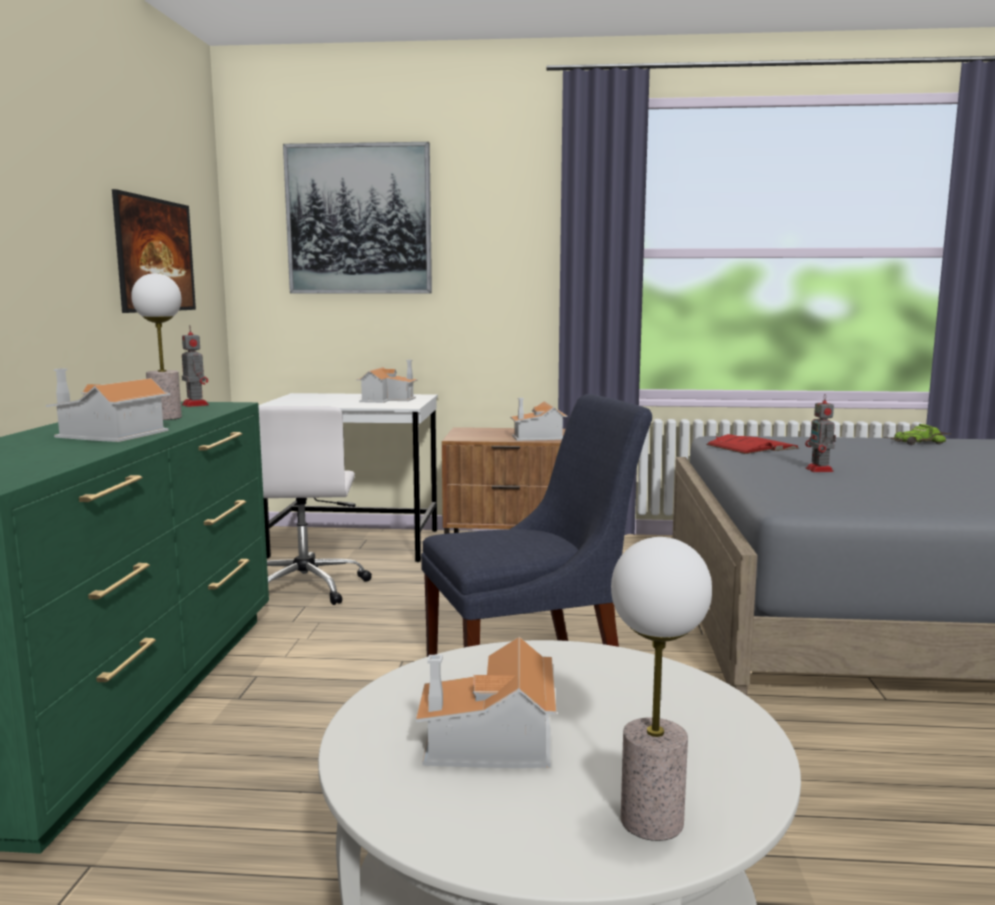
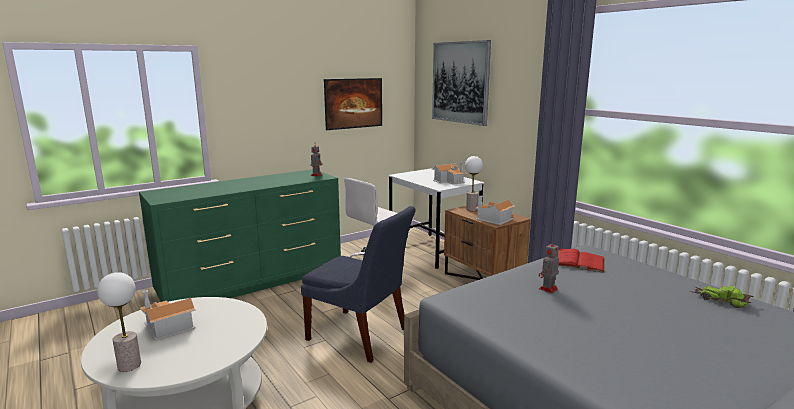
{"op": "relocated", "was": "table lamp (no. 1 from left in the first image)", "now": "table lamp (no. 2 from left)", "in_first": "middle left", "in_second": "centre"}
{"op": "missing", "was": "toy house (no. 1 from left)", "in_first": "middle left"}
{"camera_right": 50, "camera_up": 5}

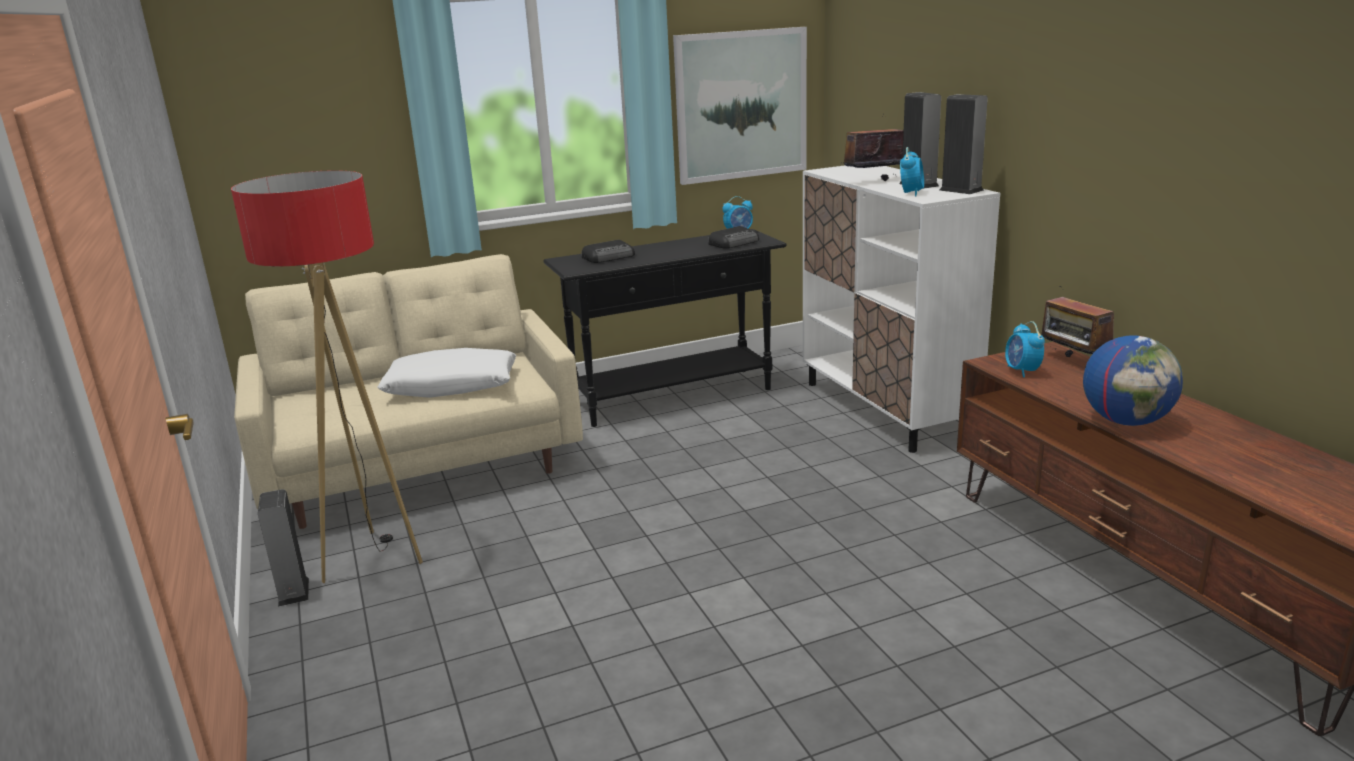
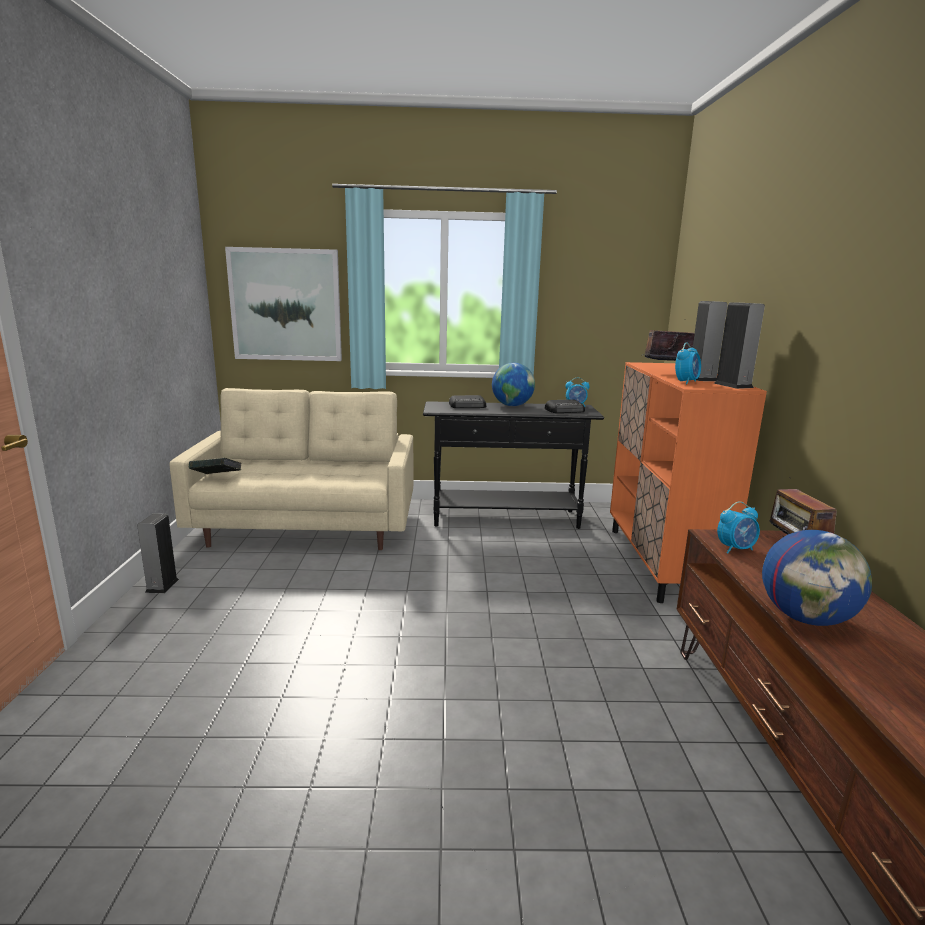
{"op": "relocated", "was": "picture", "in_first": "top centre", "in_second": "top left"}
{"op": "colour", "was": "white cabinet", "now": "orange cabinet", "in_first": "centre", "in_second": "middle right"}
{"op": "missing", "was": "floor lamp", "in_first": "middle left"}
{"op": "spun", "was": "alarm clock (no. 3 from left)", "in_first": "middle right", "in_second": "middle right", "clockwise": -120}
{"op": "missing", "was": "white pillow", "in_first": "middle left"}
{"op": "appeared", "now": "globe (no. 1 from left)", "in_second": "centre"}
{"op": "appeared", "now": "book", "in_second": "middle left"}
{"camera_right": 20, "camera_up": -5}

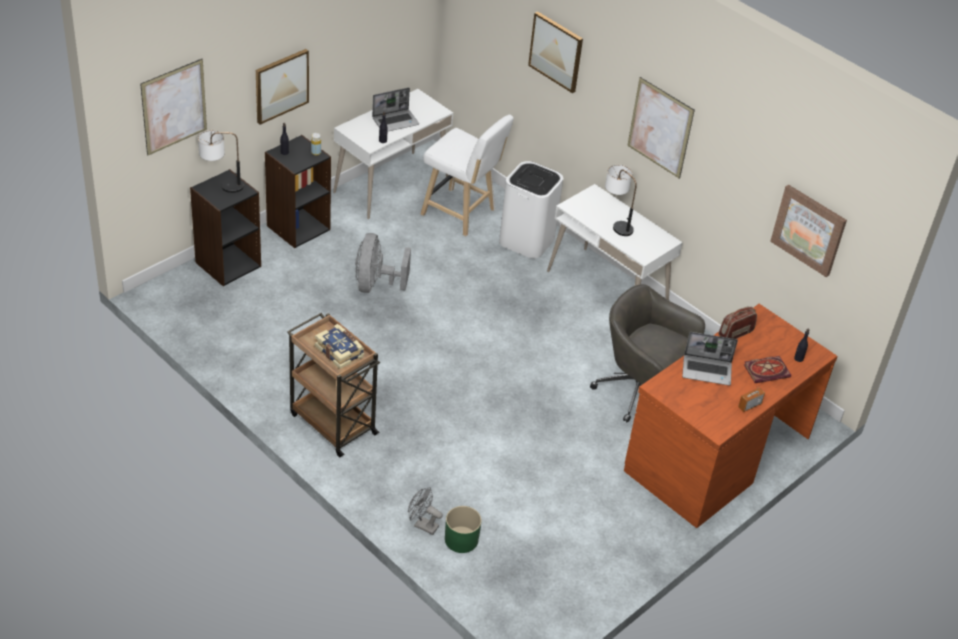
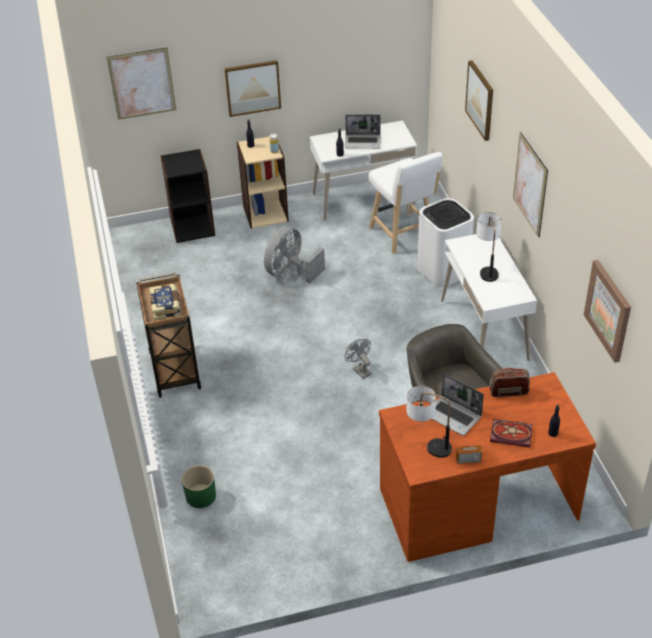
{"op": "relocated", "was": "table lamp (no. 1 from left)", "in_first": "top left", "in_second": "centre"}
{"op": "colour", "was": "black bookcase (no. 2 from left)", "now": "beige bookcase", "in_first": "top left", "in_second": "top centre"}
{"op": "relocated", "was": "grey fan (no. 2 from left)", "in_first": "bottom centre", "in_second": "centre"}
{"camera_right": 35, "camera_up": 0}

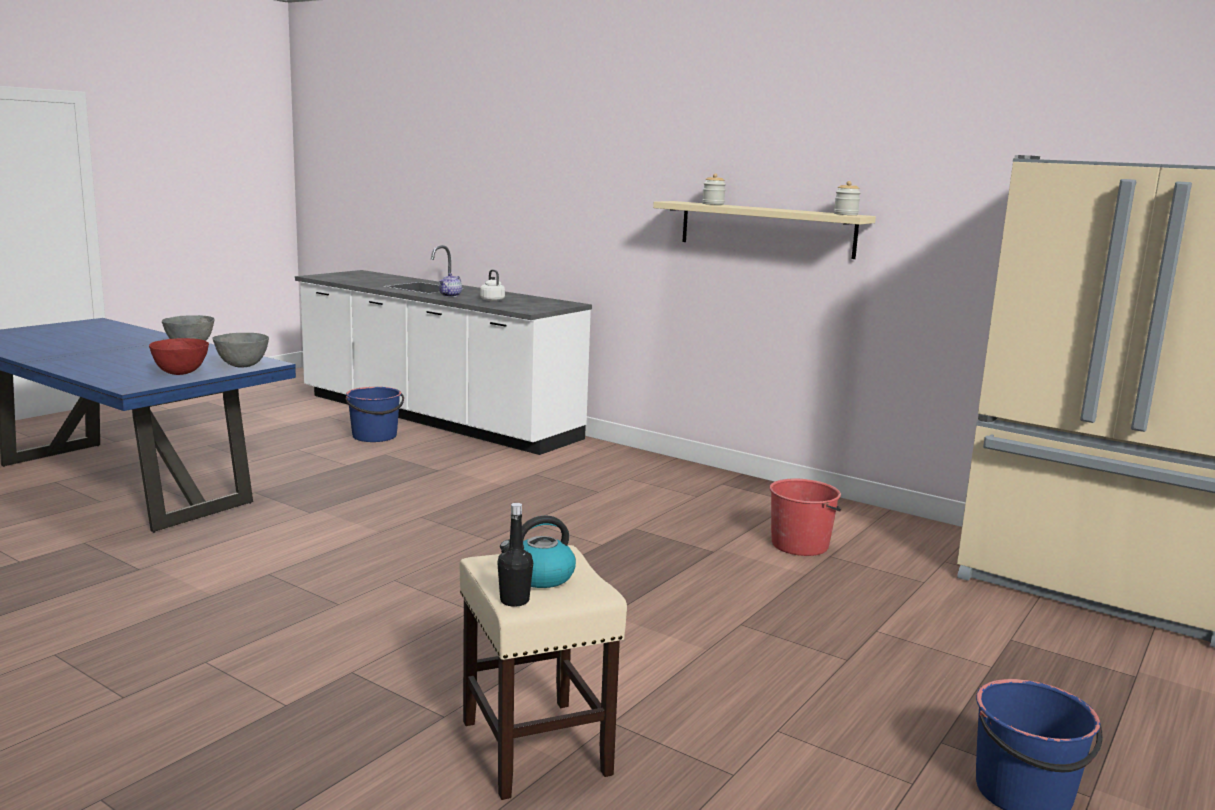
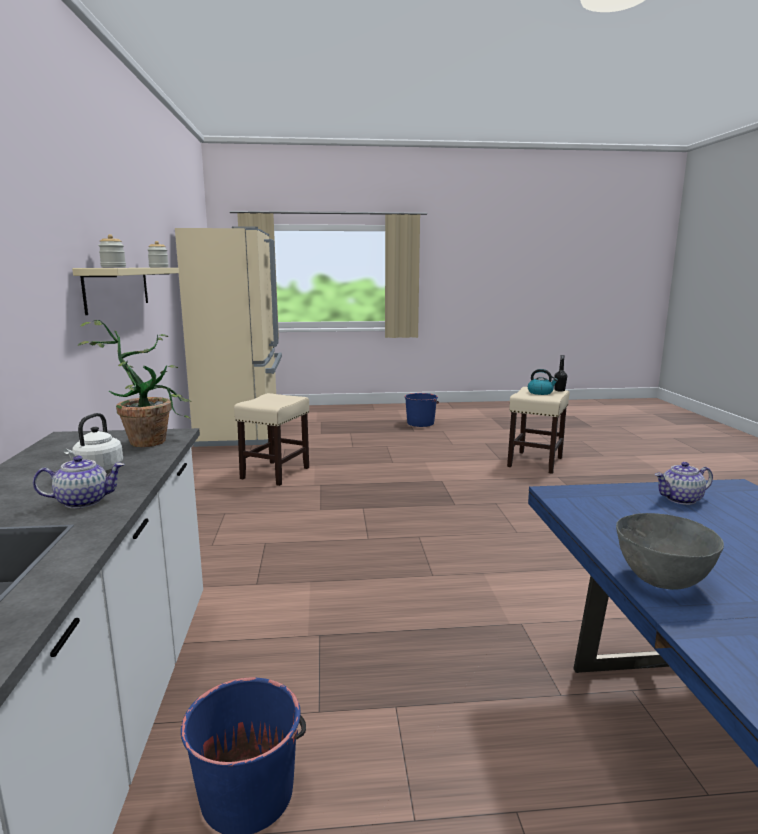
{"op": "missing", "was": "grey bowl (no. 2 from left)", "in_first": "middle left"}
{"op": "exchanged", "was": "red bowl", "now": "teapot (no. 2 from left)", "in_first": "middle left", "in_second": "middle right"}
{"op": "exchanged", "was": "red bucket", "now": "beige stool (no. 1 from left)", "in_first": "centre", "in_second": "centre"}
{"op": "appeared", "now": "potted plant", "in_second": "middle left"}
{"camera_right": -130, "camera_up": 0}

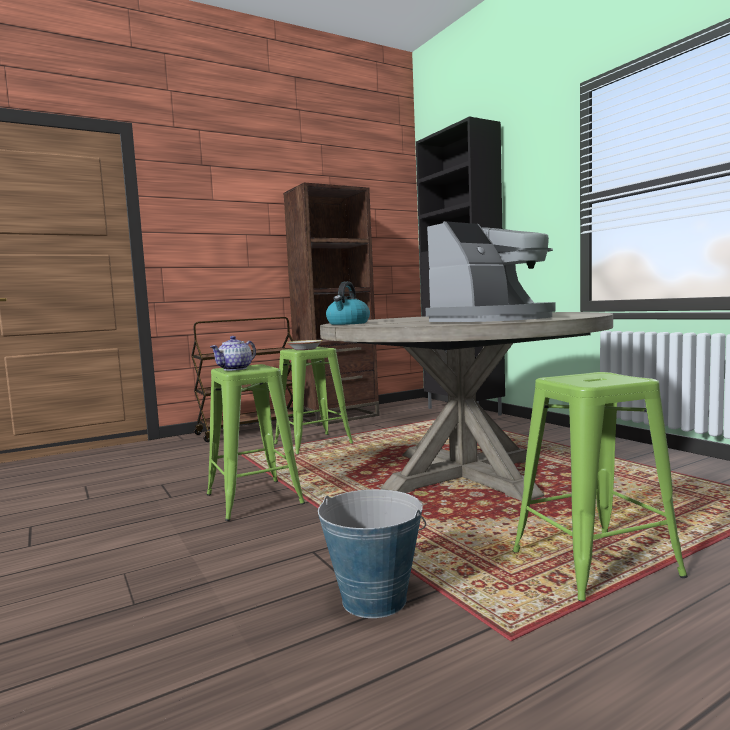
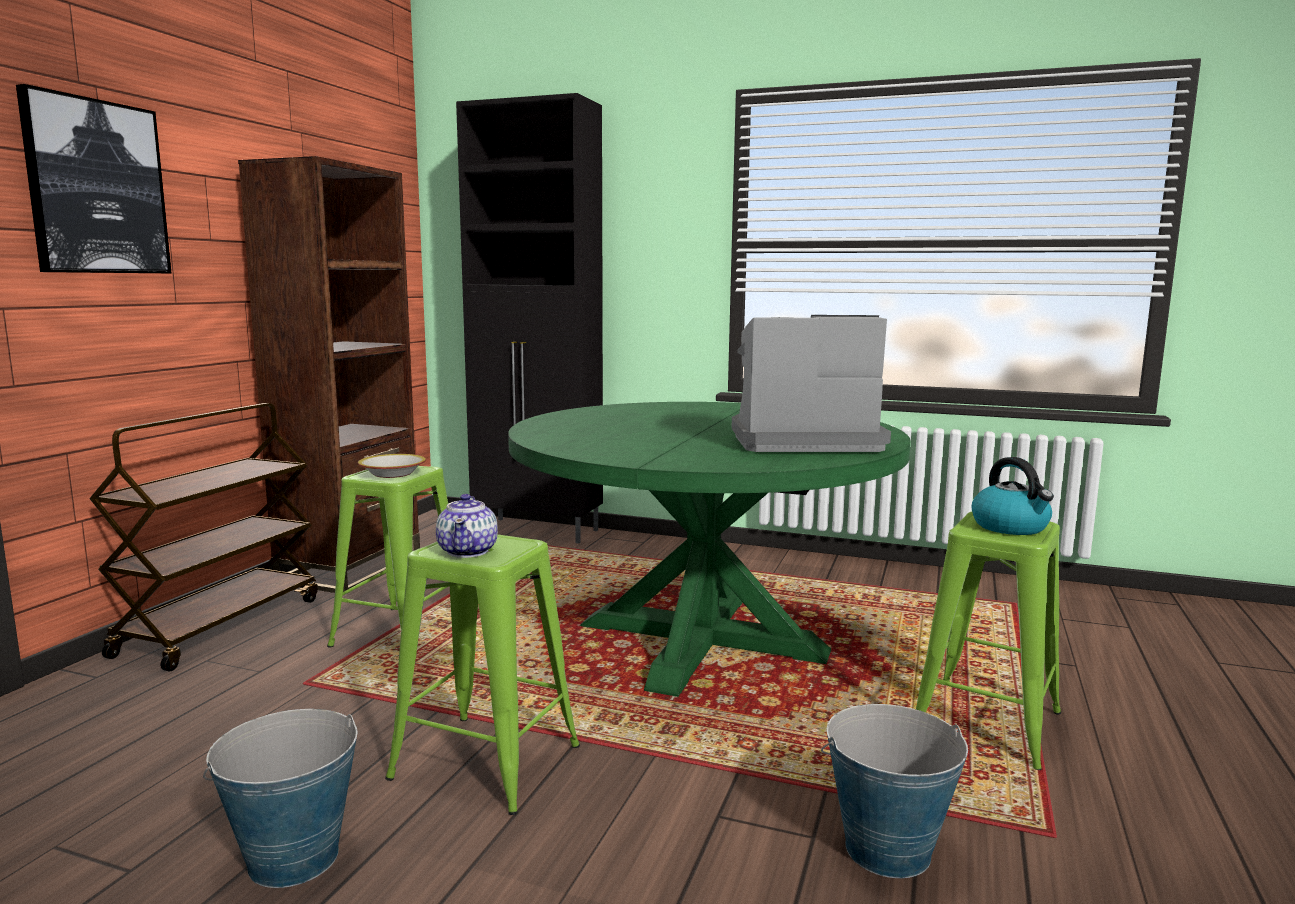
{"op": "spun", "was": "coffee machine", "in_first": "middle right", "in_second": "centre", "clockwise": -105}
{"op": "relocated", "was": "kettle", "in_first": "centre", "in_second": "middle right"}
{"op": "colour", "was": "beige dining table", "now": "green dining table", "in_first": "centre", "in_second": "centre"}
{"op": "appeared", "now": "picture", "in_second": "top left"}
{"op": "appeared", "now": "bucket (no. 1 from left)", "in_second": "bottom left"}
{"camera_right": -40, "camera_up": 5}

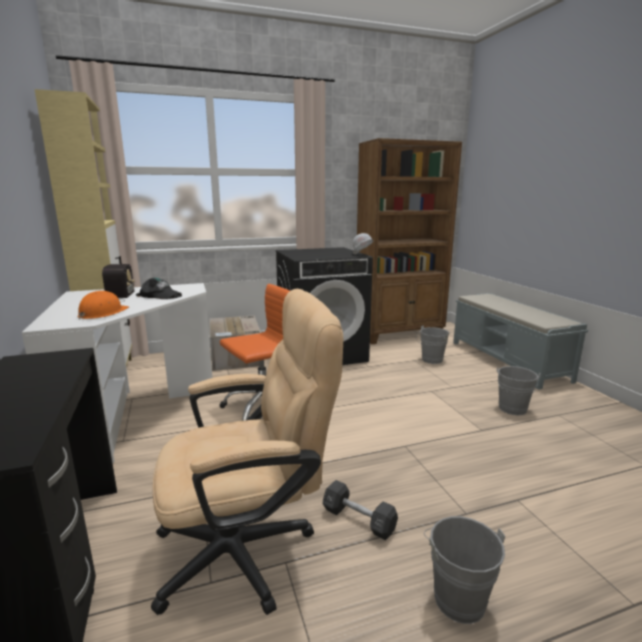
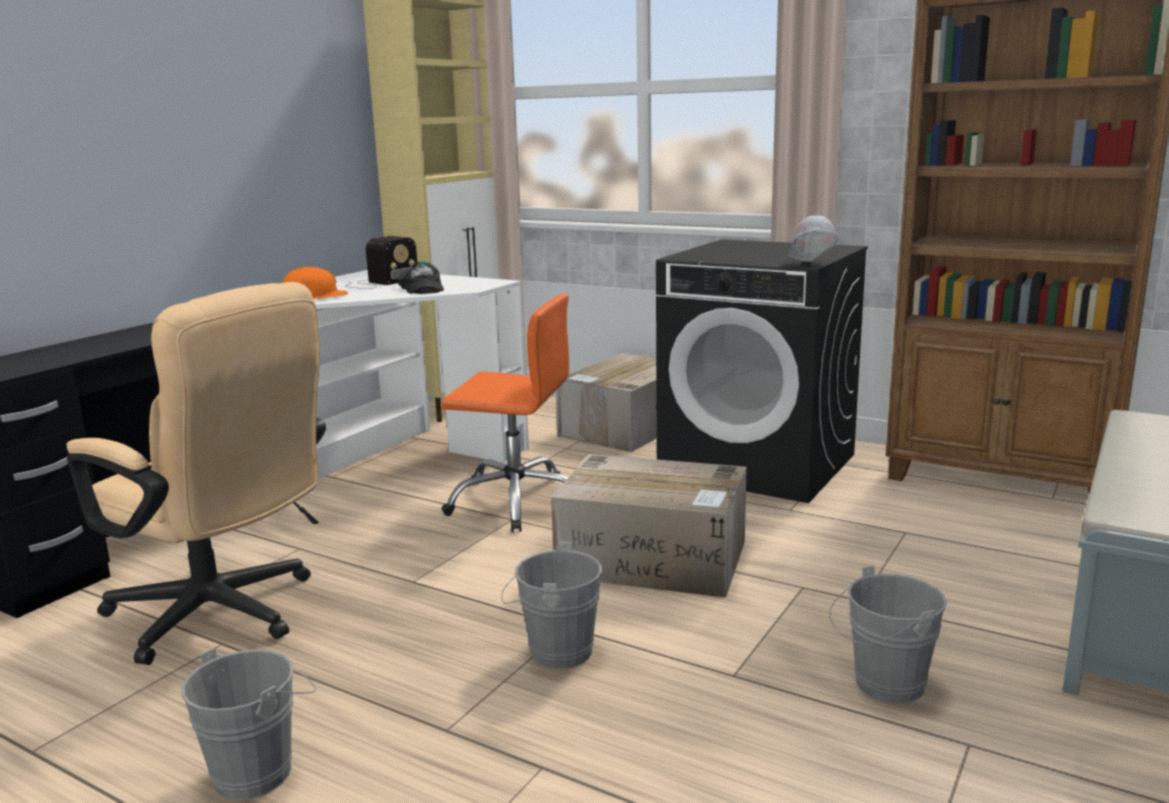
{"op": "relocated", "was": "grey bucket (no. 1 from left in the first image)", "now": "grey bucket (no. 2 from left)", "in_first": "middle right", "in_second": "bottom centre"}
{"op": "missing", "was": "black dumbbell", "in_first": "bottom centre"}
{"op": "appeared", "now": "cardboard box (no. 2 from left)", "in_second": "centre"}
{"camera_right": 50, "camera_up": 0}

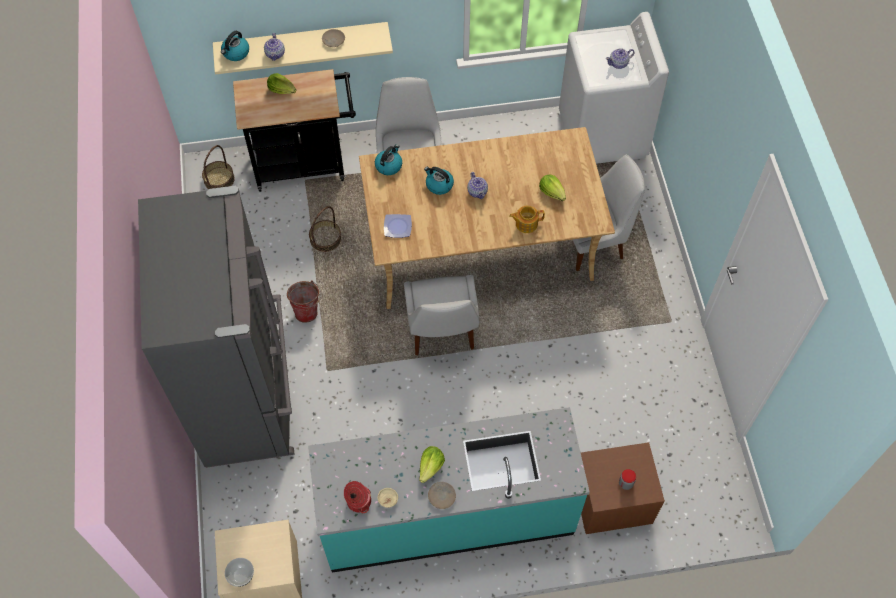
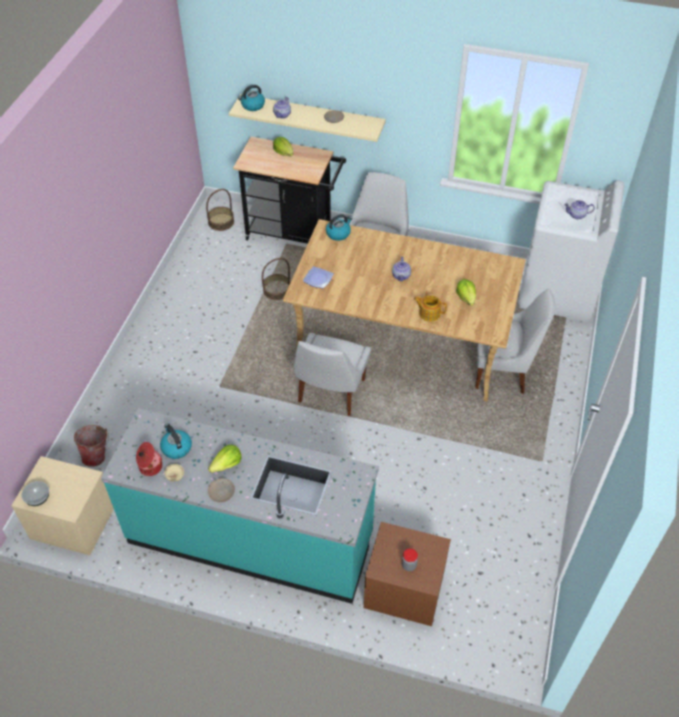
{"op": "relocated", "was": "kettle (no. 3 from left in the first image)", "now": "kettle (no. 1 from left)", "in_first": "top centre", "in_second": "middle left"}
{"op": "missing", "was": "grey fridge", "in_first": "middle left"}
{"op": "relocated", "was": "bucket", "in_first": "centre", "in_second": "middle left"}
{"camera_right": 25, "camera_up": -10}

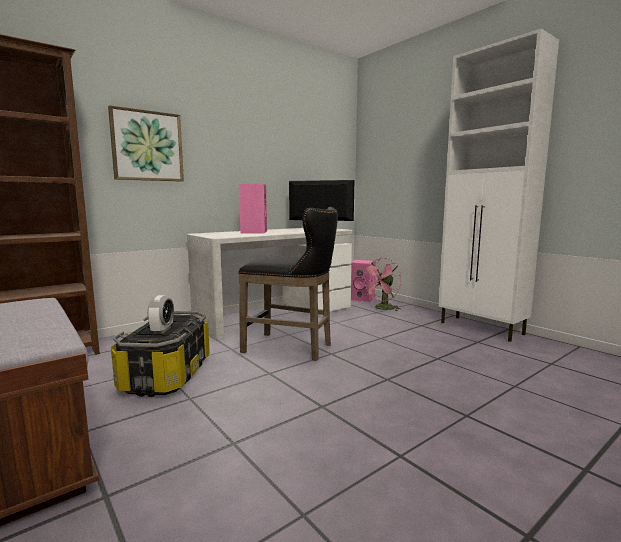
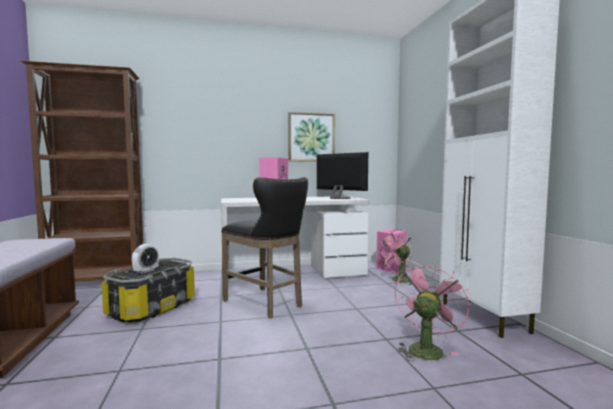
{"op": "relocated", "was": "picture", "in_first": "top left", "in_second": "centre"}
{"op": "appeared", "now": "pink fan (no. 2 from left)", "in_second": "bottom right"}
{"camera_right": 25, "camera_up": -5}

